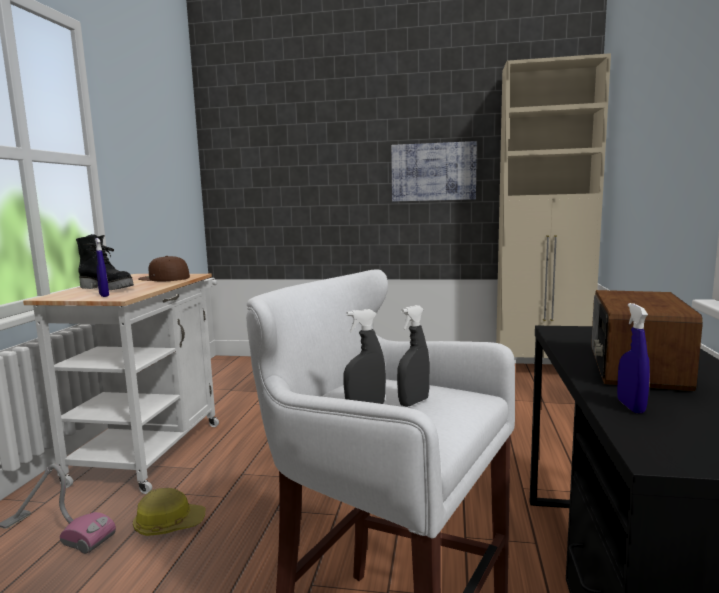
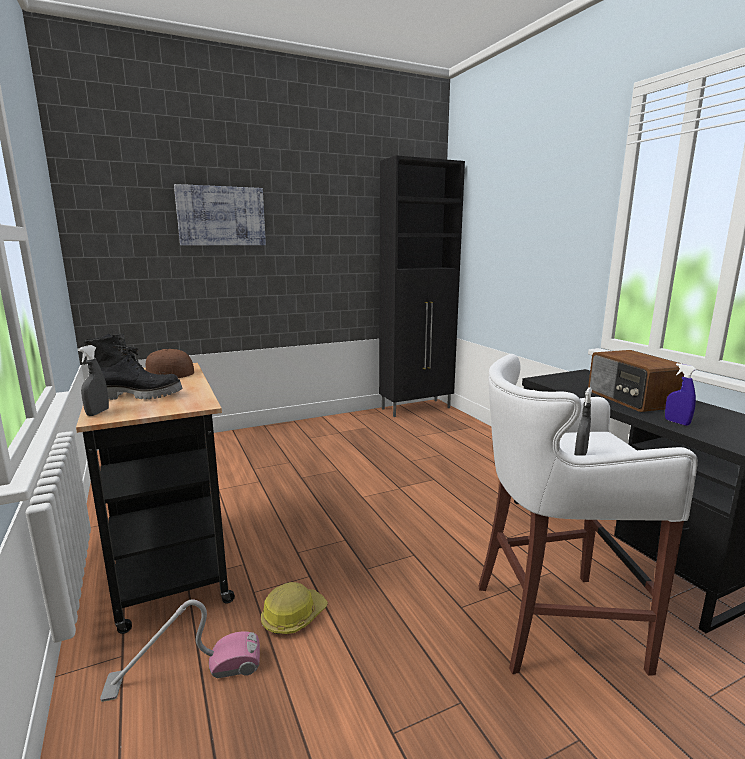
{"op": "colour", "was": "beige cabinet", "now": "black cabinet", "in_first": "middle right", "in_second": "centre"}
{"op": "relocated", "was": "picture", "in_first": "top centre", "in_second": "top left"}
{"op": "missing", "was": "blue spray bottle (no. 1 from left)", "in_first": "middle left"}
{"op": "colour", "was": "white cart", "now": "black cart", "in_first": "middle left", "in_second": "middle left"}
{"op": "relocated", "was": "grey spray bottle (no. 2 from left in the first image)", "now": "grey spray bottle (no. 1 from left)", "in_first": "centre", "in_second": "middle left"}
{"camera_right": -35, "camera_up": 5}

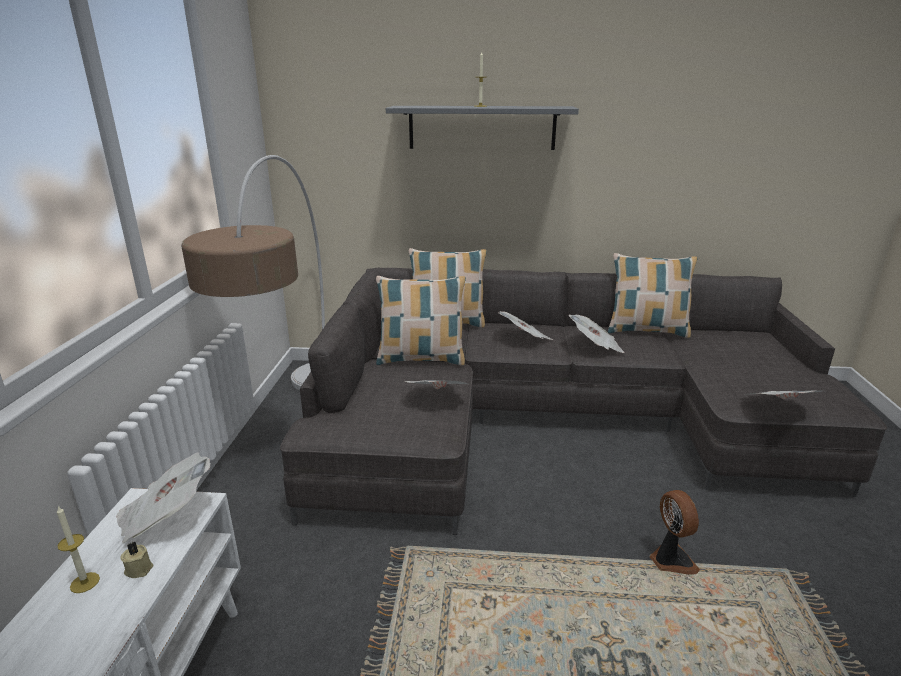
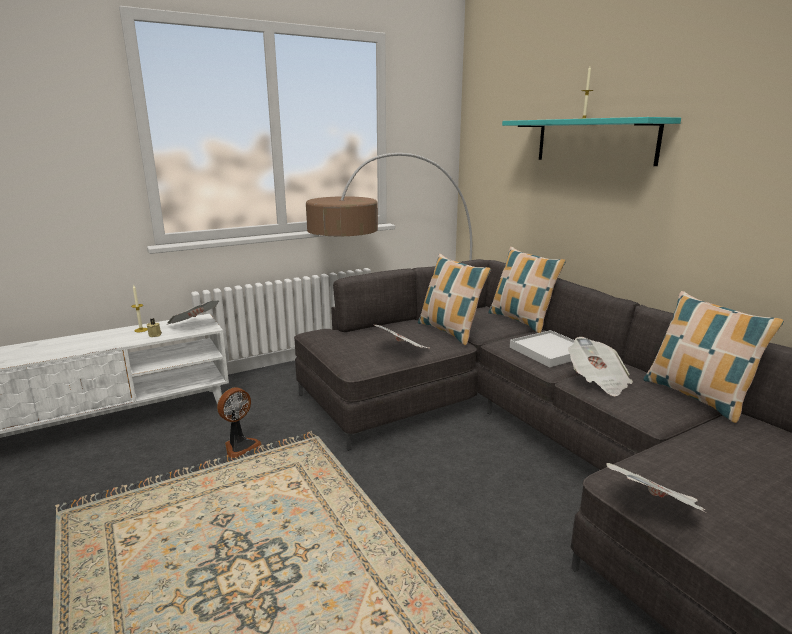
{"op": "colour", "was": "grey shelf", "now": "turquoise shelf", "in_first": "top centre", "in_second": "top right"}
{"op": "exchanged", "was": "newspaper (no. 3 from left)", "now": "white tray", "in_first": "centre", "in_second": "middle right"}
{"op": "relocated", "was": "fan", "in_first": "bottom right", "in_second": "middle left"}
{"camera_right": 55, "camera_up": -5}

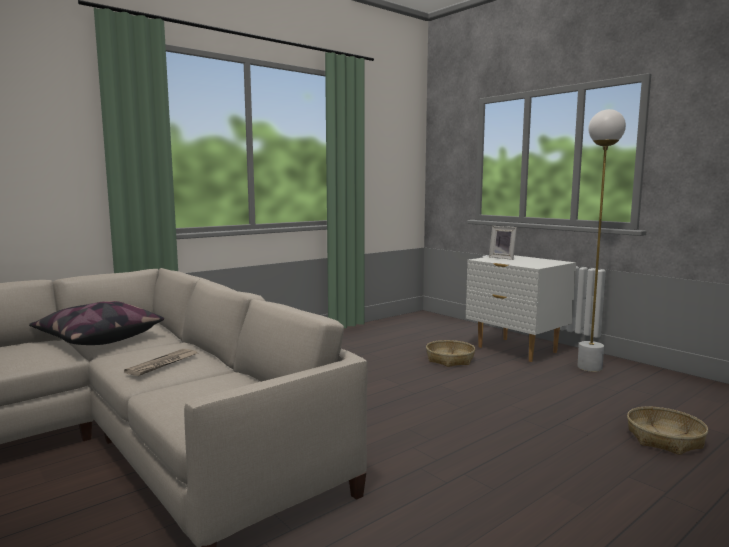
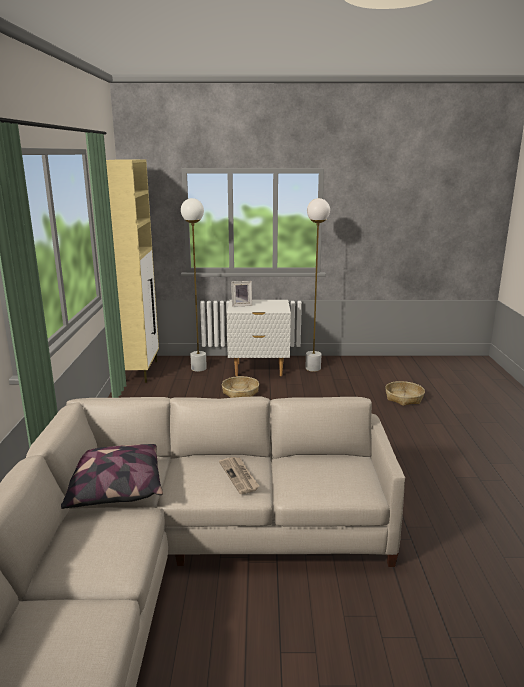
{"op": "appeared", "now": "beige cabinet", "in_second": "middle left"}
{"op": "appeared", "now": "white floor lamp (no. 1 from left)", "in_second": "centre"}
{"camera_right": -50, "camera_up": 10}

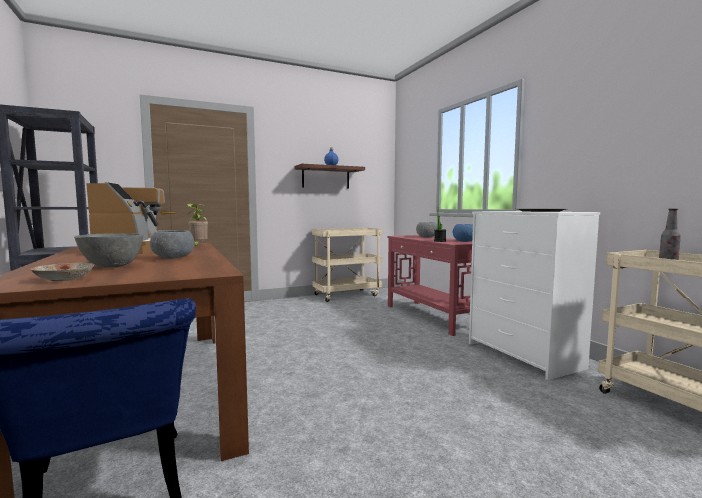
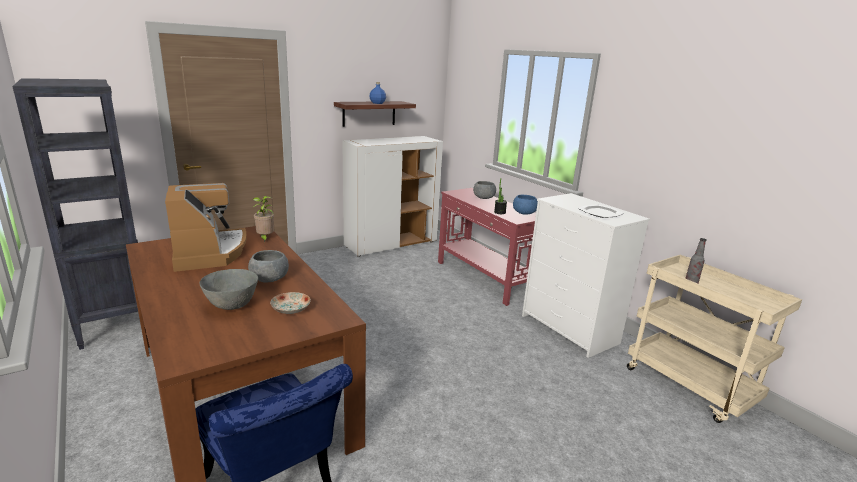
{"op": "exchanged", "was": "beige cart (no. 1 from left)", "now": "white cabinet", "in_first": "centre", "in_second": "centre"}
{"op": "relocated", "was": "plate (no. 1 from left)", "in_first": "middle left", "in_second": "centre"}
{"camera_right": -10, "camera_up": 15}

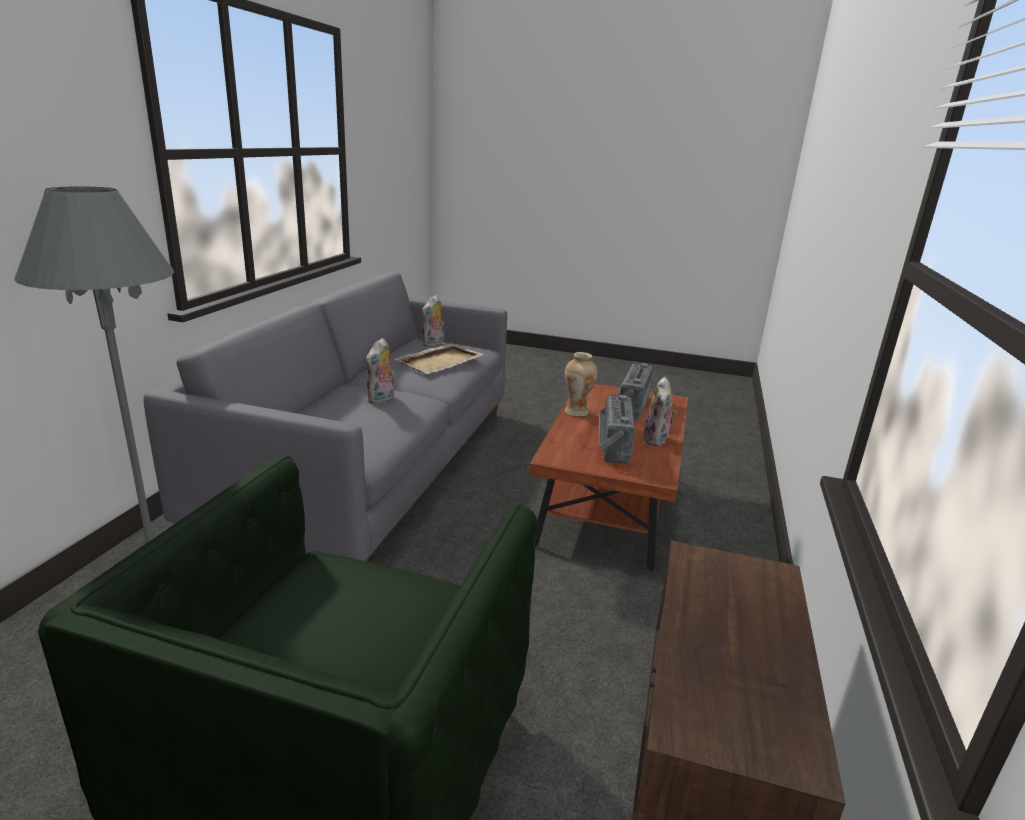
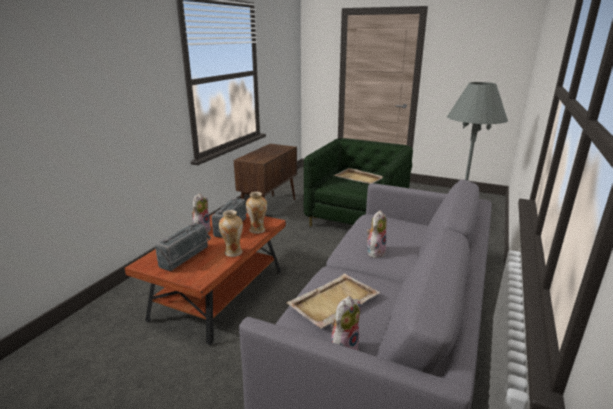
{"op": "appeared", "now": "beige tray (no. 2 from left)", "in_second": "centre"}
{"op": "appeared", "now": "vase (no. 2 from left)", "in_second": "centre"}
{"camera_right": -170, "camera_up": 0}

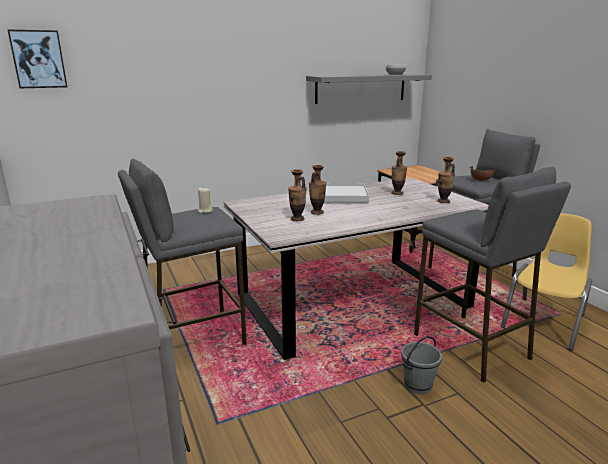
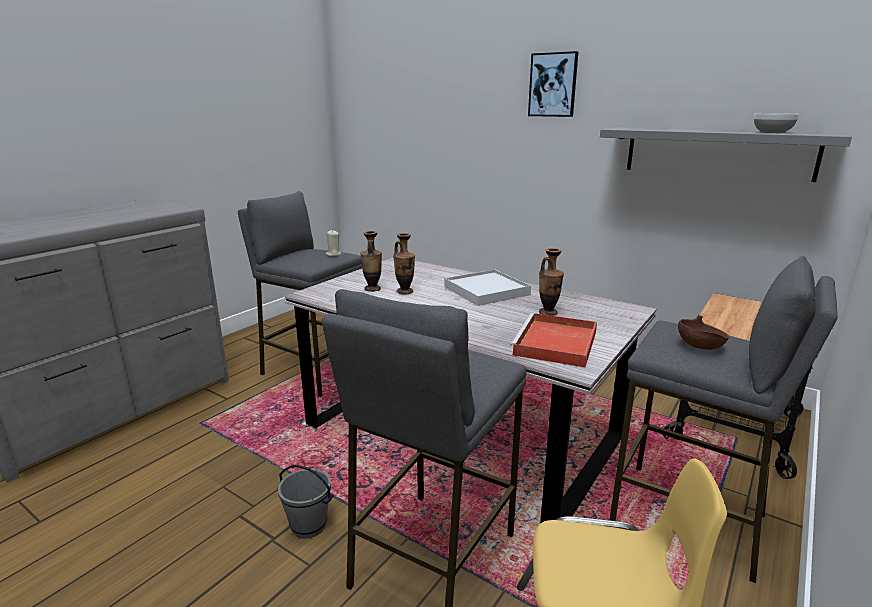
{"op": "relocated", "was": "picture", "in_first": "top left", "in_second": "top centre"}
{"op": "exchanged", "was": "vase (no. 4 from left)", "now": "red tray", "in_first": "middle right", "in_second": "centre"}
{"camera_right": 60, "camera_up": 0}

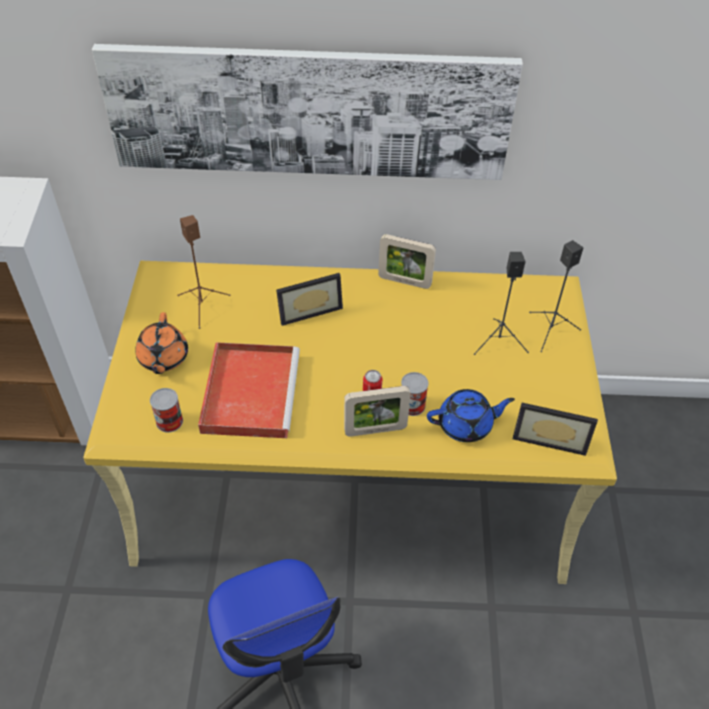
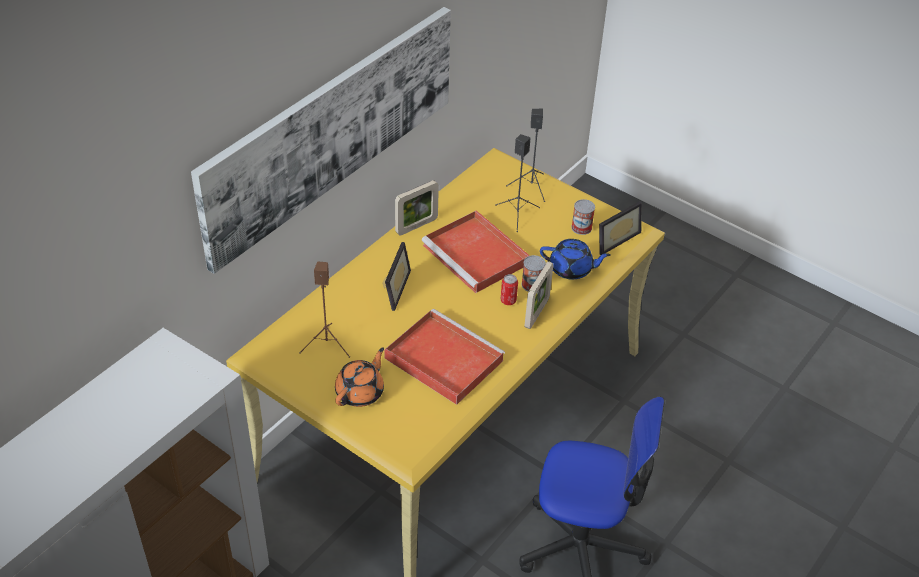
{"op": "spun", "was": "orange teapot", "in_first": "middle left", "in_second": "centre", "clockwise": -90}
{"op": "relocated", "was": "can (no. 1 from left in the first image)", "now": "can (no. 3 from left)", "in_first": "middle left", "in_second": "centre"}
{"op": "spun", "was": "blue teapot", "in_first": "centre", "in_second": "centre", "clockwise": 75}
{"op": "appeared", "now": "red tray (no. 2 from left)", "in_second": "centre"}
{"camera_right": -55, "camera_up": -5}

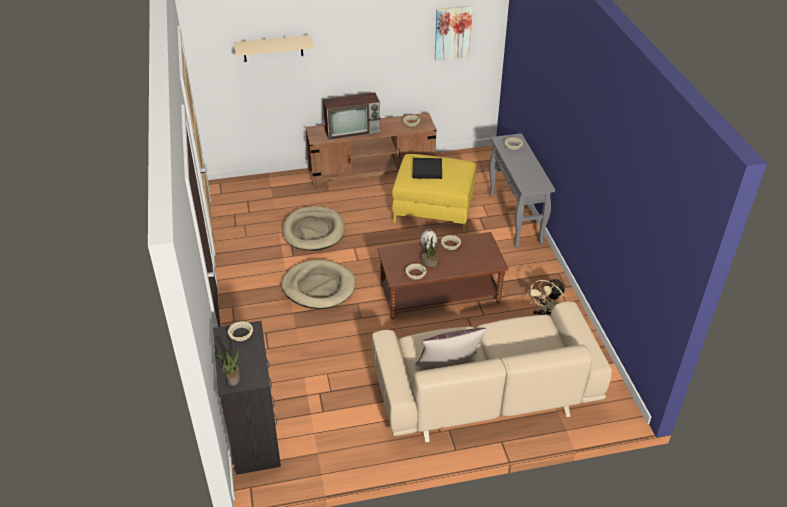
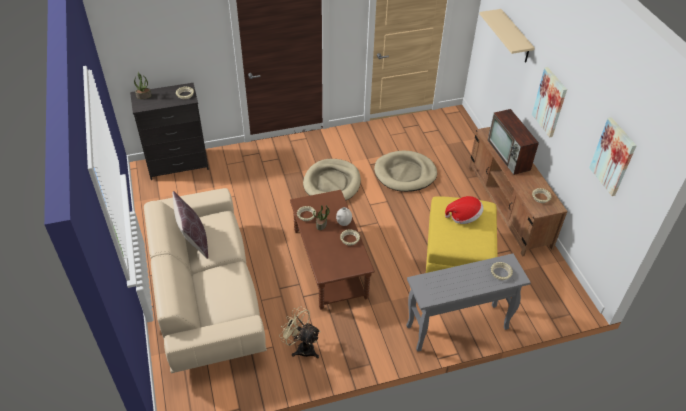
{"op": "exchanged", "was": "black tray", "now": "hat", "in_first": "top centre", "in_second": "middle right"}
{"op": "appeared", "now": "picture (no. 1 from left)", "in_second": "top right"}
{"camera_right": 85, "camera_up": 5}

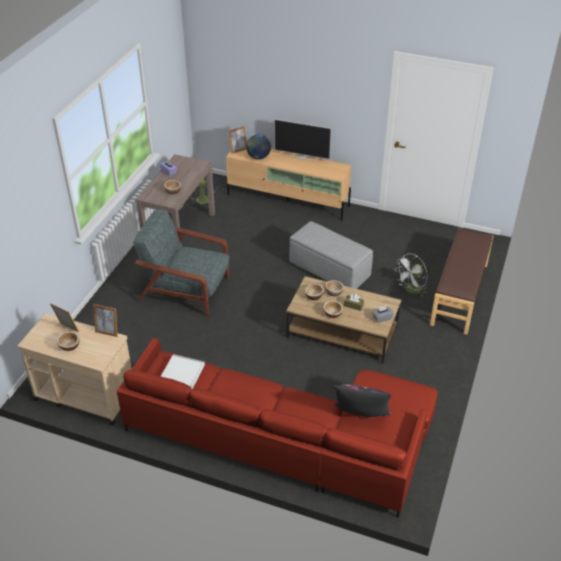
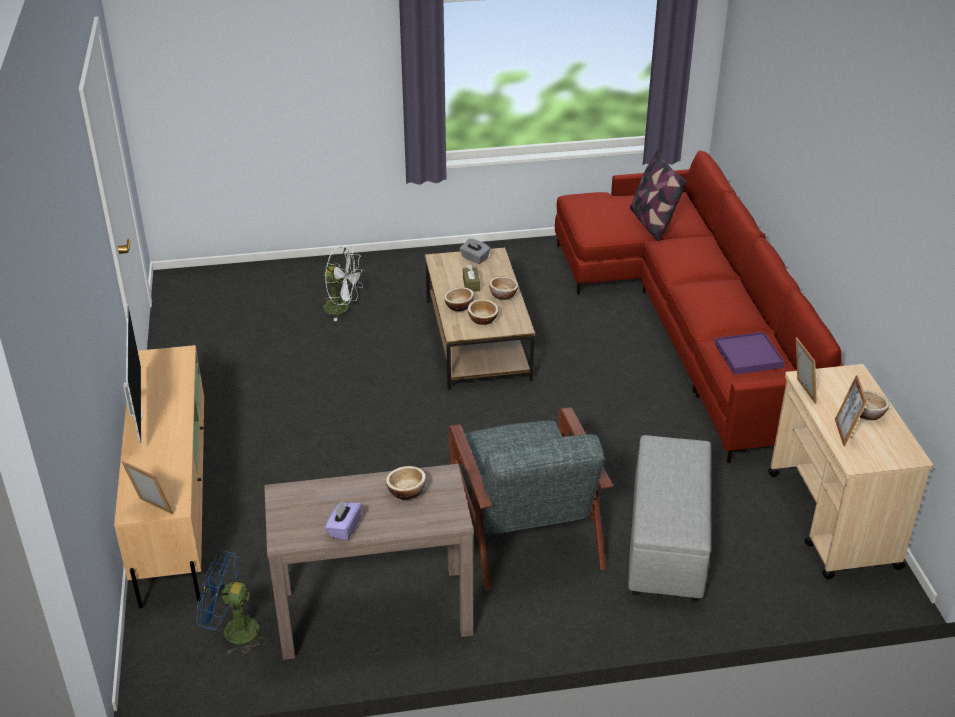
{"op": "missing", "was": "globe", "in_first": "top centre"}
{"op": "relocated", "was": "grey ottoman", "in_first": "centre", "in_second": "bottom right"}
{"op": "missing", "was": "brown bench", "in_first": "middle right"}
{"op": "colour", "was": "white tray", "now": "purple tray", "in_first": "middle left", "in_second": "middle right"}
{"camera_right": -120, "camera_up": -5}

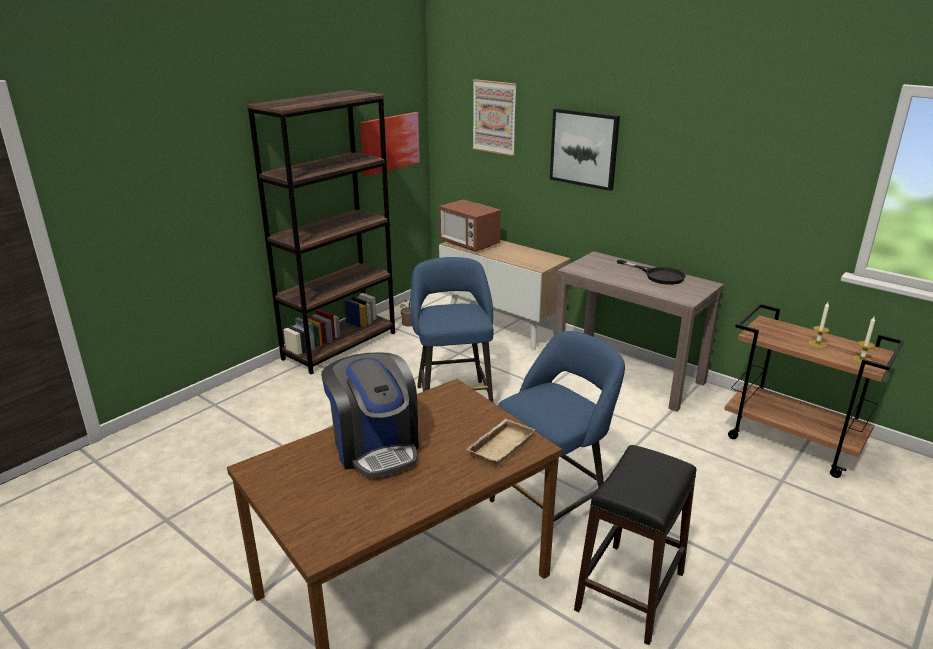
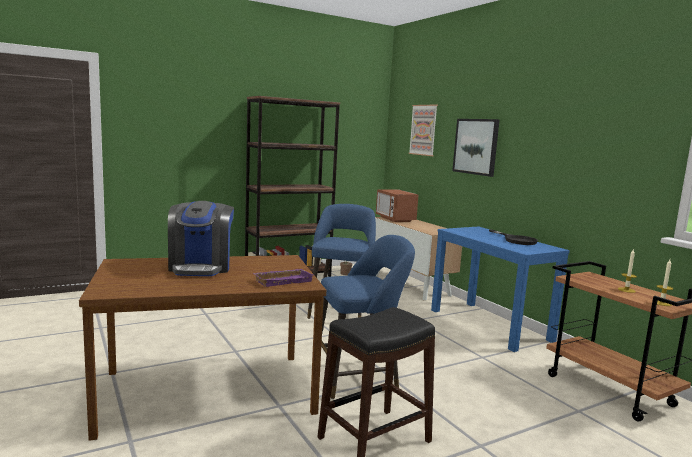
{"op": "missing", "was": "picture (no. 1 from left)", "in_first": "top centre"}
{"op": "colour", "was": "brown console table", "now": "blue console table", "in_first": "middle right", "in_second": "middle right"}
{"op": "colour", "was": "beige tray", "now": "purple tray", "in_first": "bottom centre", "in_second": "centre"}
{"camera_right": 20, "camera_up": -15}

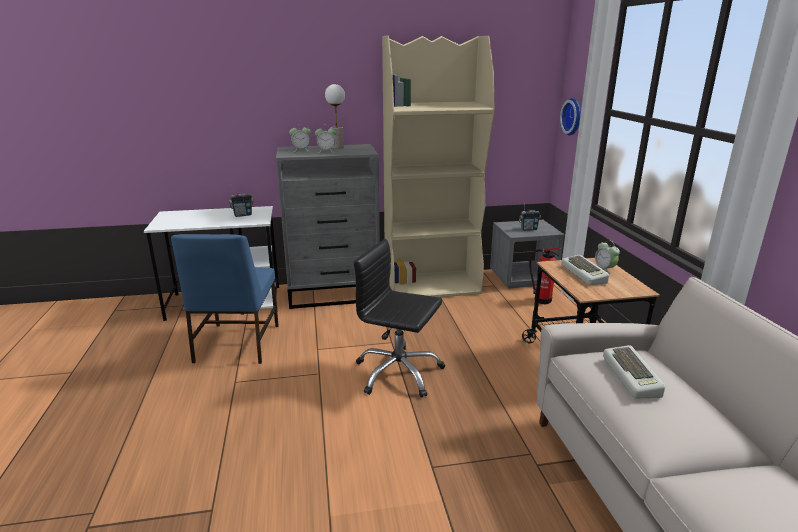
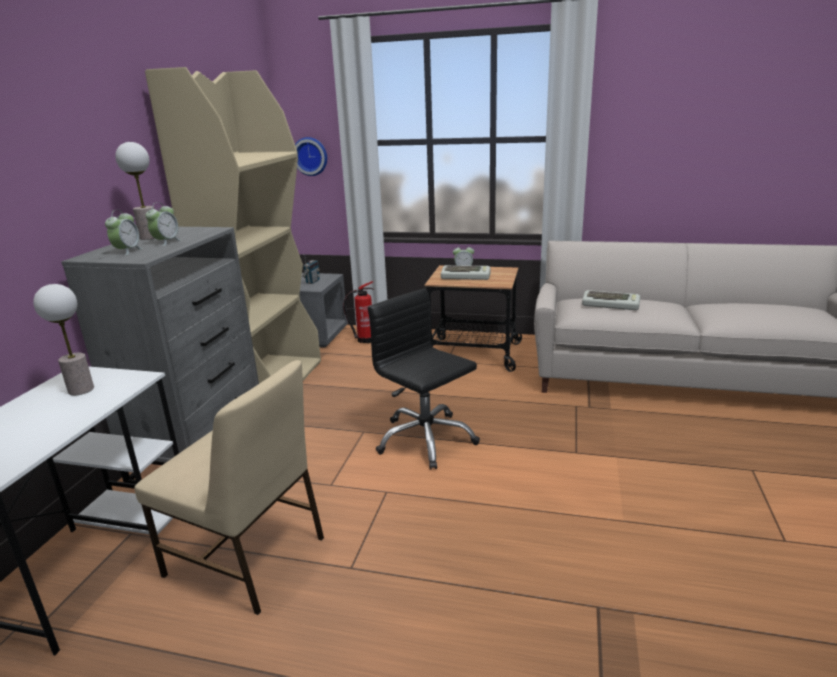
{"op": "exchanged", "was": "radio (no. 1 from left)", "now": "table lamp (no. 1 from left)", "in_first": "middle left", "in_second": "middle left"}
{"op": "colour", "was": "blue chair", "now": "beige chair", "in_first": "middle left", "in_second": "bottom left"}
{"op": "spun", "was": "black office chair", "in_first": "centre", "in_second": "centre", "clockwise": 90}
{"camera_right": -65, "camera_up": 0}

